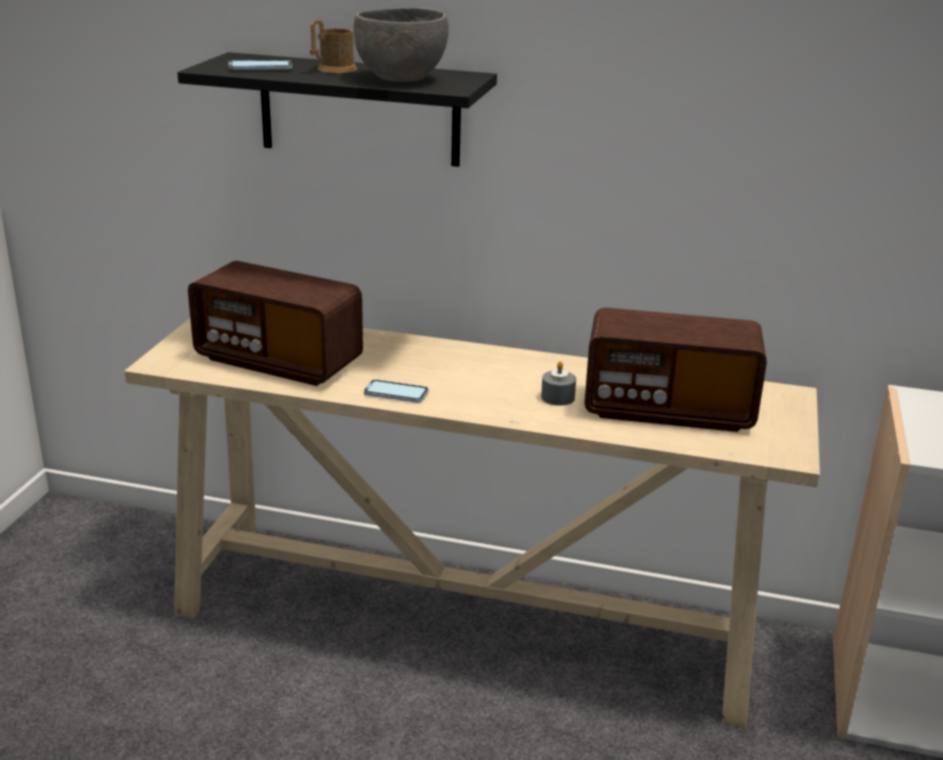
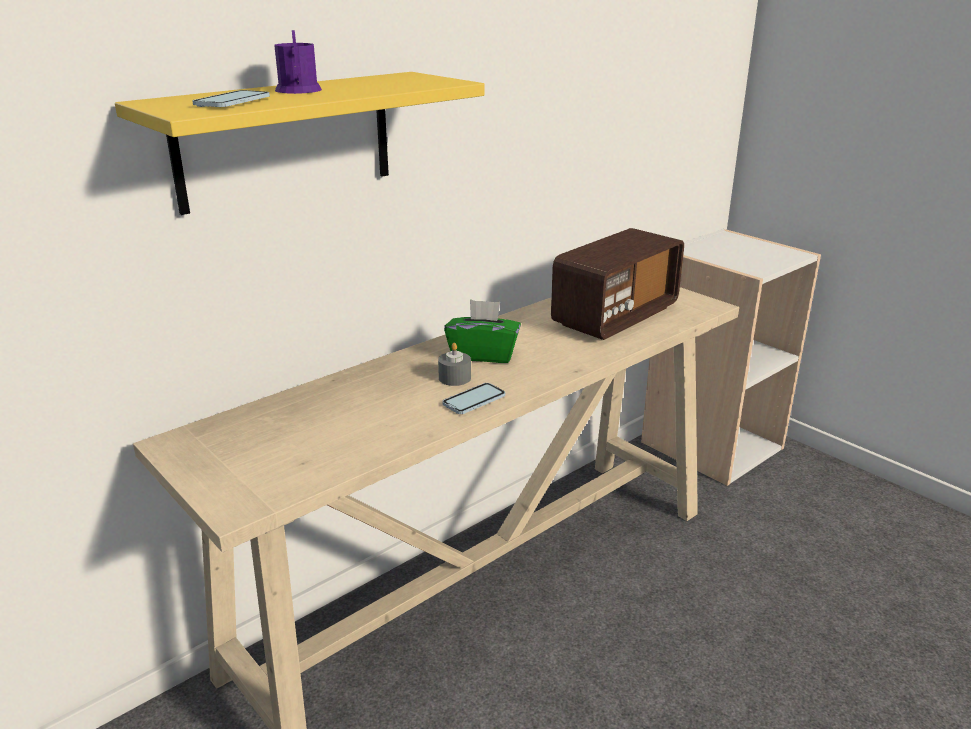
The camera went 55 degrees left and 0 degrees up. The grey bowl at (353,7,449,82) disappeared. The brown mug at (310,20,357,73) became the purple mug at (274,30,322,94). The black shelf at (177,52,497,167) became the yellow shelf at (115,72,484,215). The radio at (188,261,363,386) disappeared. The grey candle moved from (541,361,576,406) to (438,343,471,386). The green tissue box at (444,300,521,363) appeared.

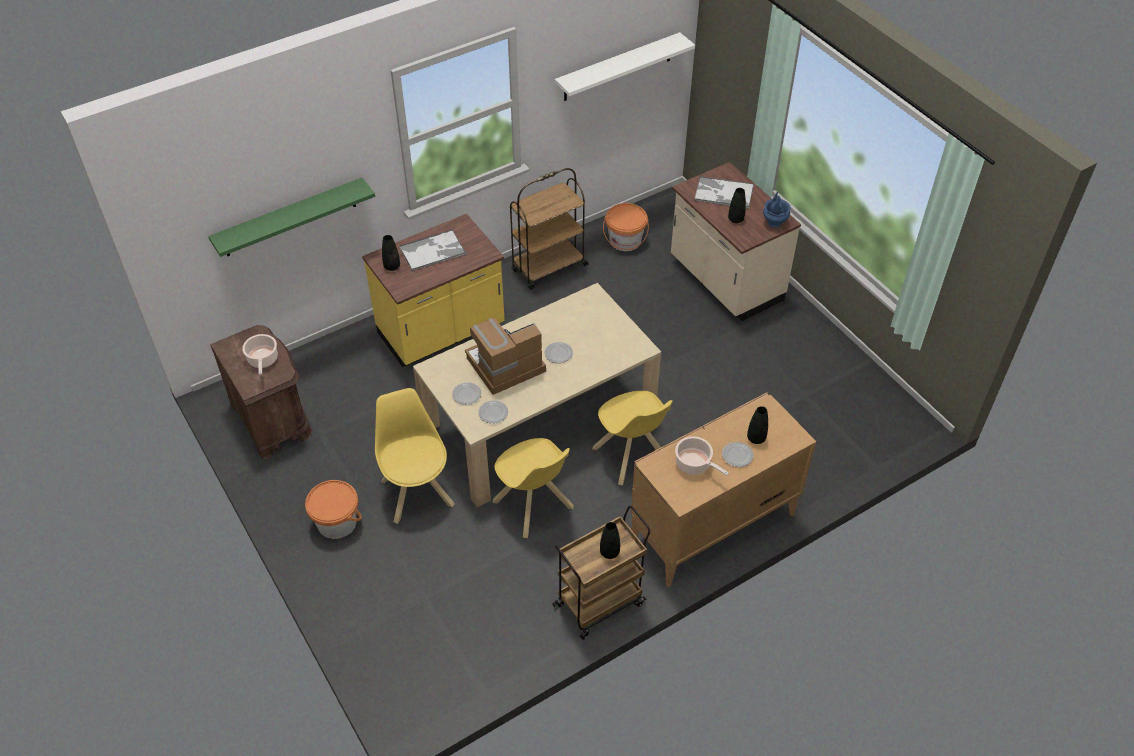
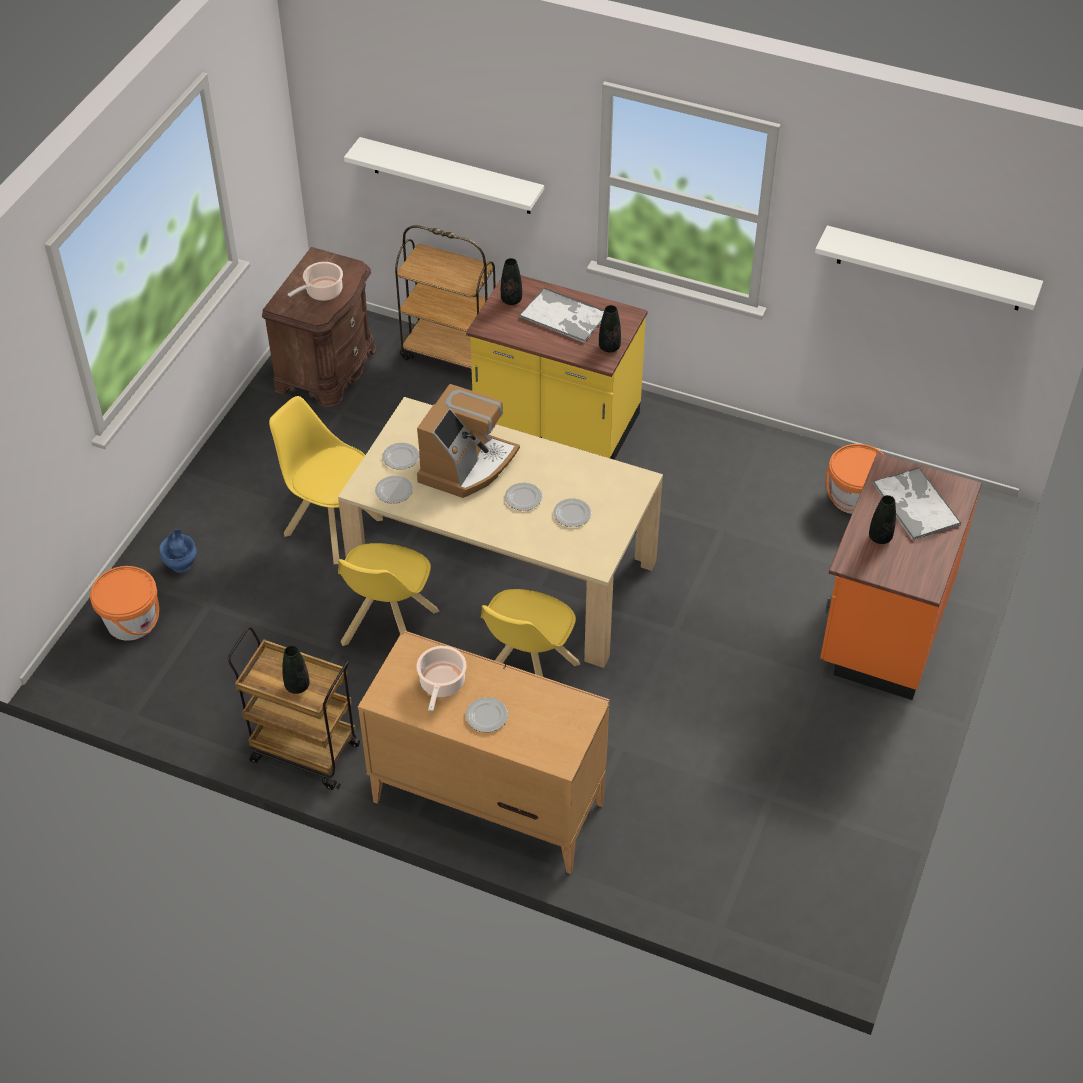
The camera went 55 degrees right and 0 degrees up. The beige counter at (671,162,801,321) became the orange counter at (820,453,982,700). The brown cart moved from (510,168,589,290) to (395,225,496,369). The green shelf at (208,178,375,257) became the white shelf at (344,137,544,214). The blue vase moved from (763,192,791,228) to (160,529,197,573). The coffee machine at (465,318,546,395) turned 90 degrees clockwise. The yellow chair at (375,388,455,524) turned 90 degrees counterclockwise. The black vase moved from (747,406,768,444) to (599,305,621,352). The orange bucket moved from (305,480,362,539) to (90,566,159,641). The plate at (554,498,591,527) appeared.

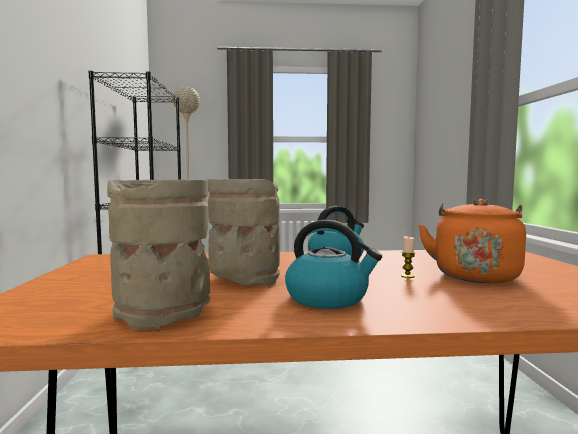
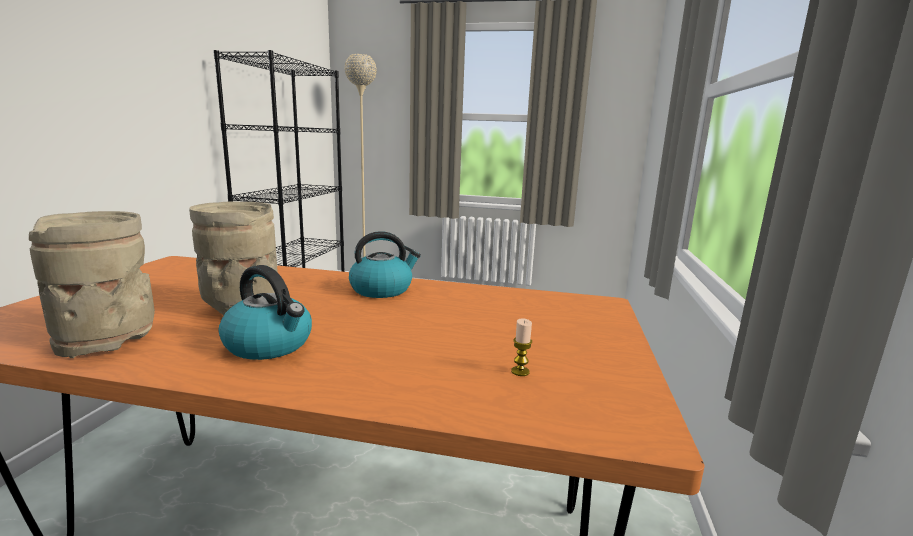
The camera went 15 degrees right and 10 degrees up. The orange kettle at (418,199,526,283) disappeared. The candle moved from (401,236,416,278) to (511,318,532,376).

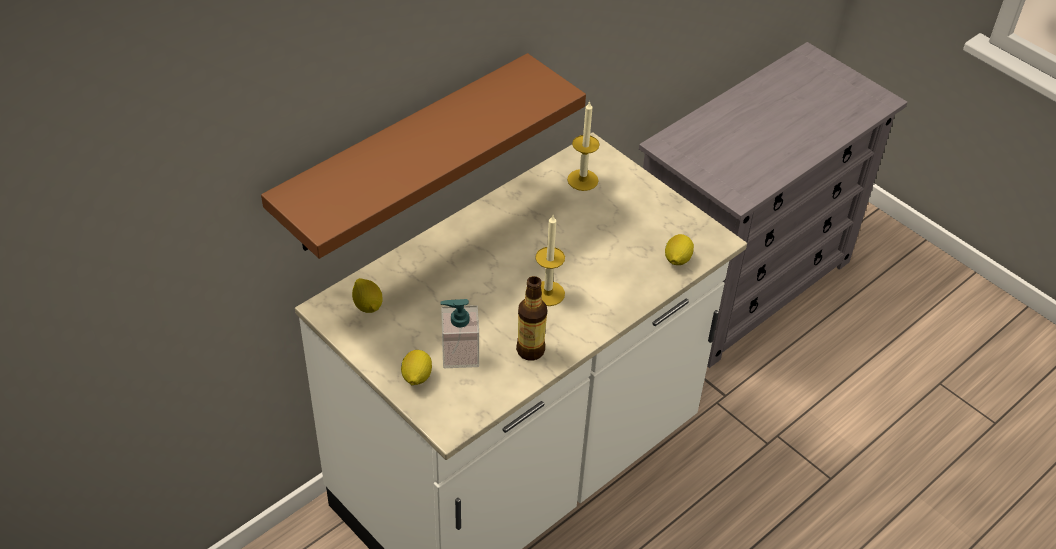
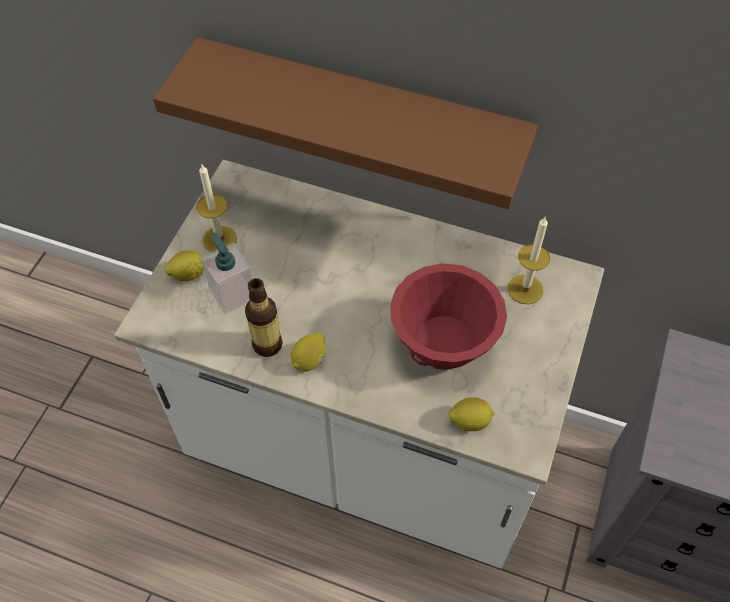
The camera went 65 degrees right and 10 degrees up. The candle moved from (535,215,565,306) to (196,163,237,252). The lemon moved from (352,278,383,313) to (290,333,326,372). The red bowl at (390,263,507,370) appeared.

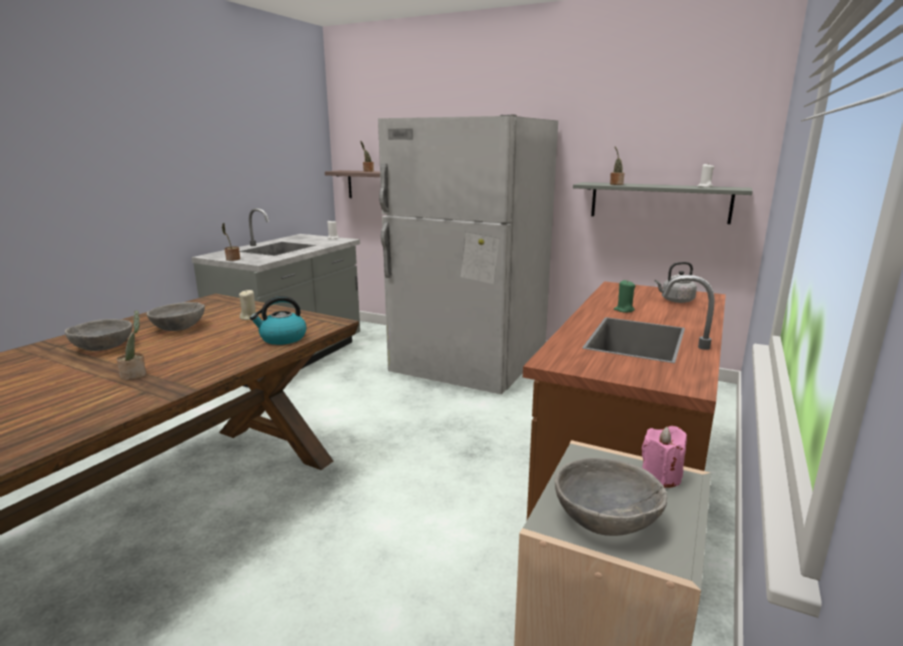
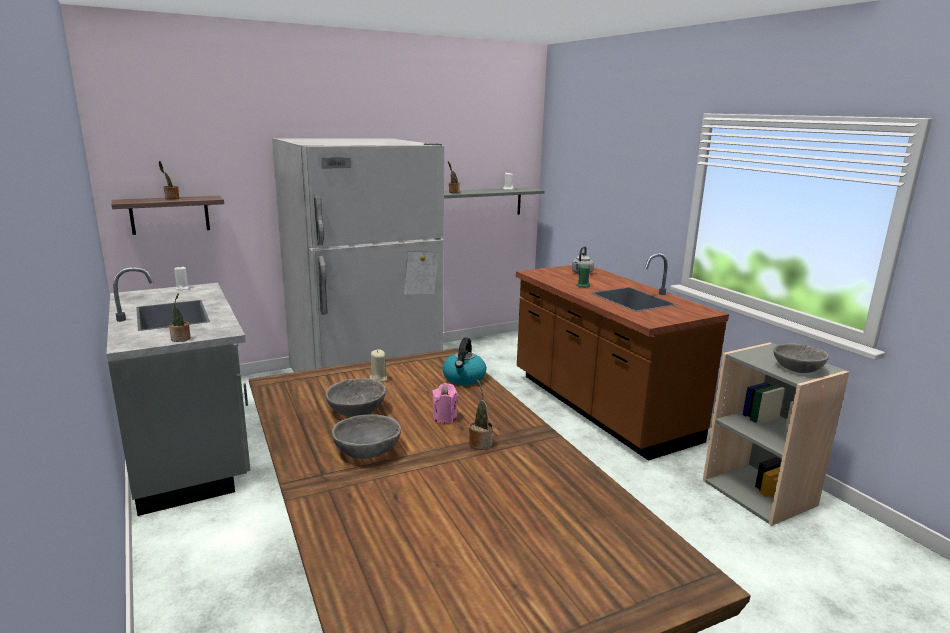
The camera went 55 degrees left and 0 degrees up. The pink candle moved from (642,426,687,488) to (432,383,458,423).

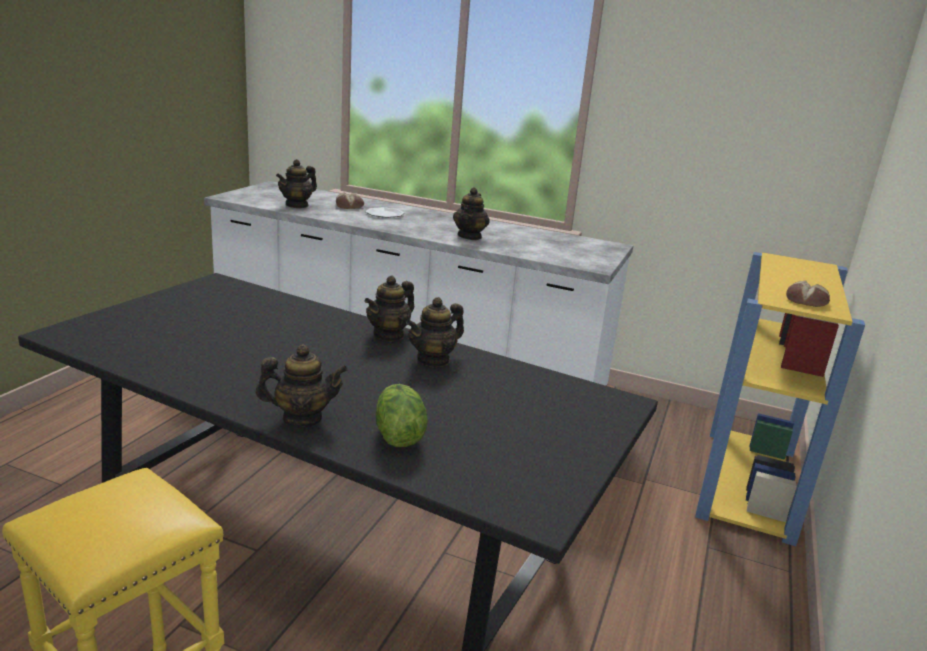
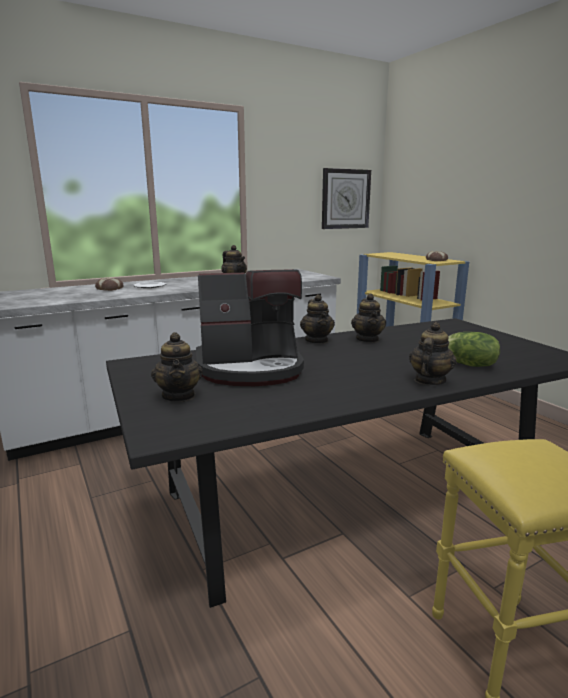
The camera went 50 degrees left and 5 degrees down. The teapot moved from (276,159,317,208) to (151,332,203,402). The wall clock at (322,168,371,229) appeared. The coffee machine at (196,269,304,386) appeared.

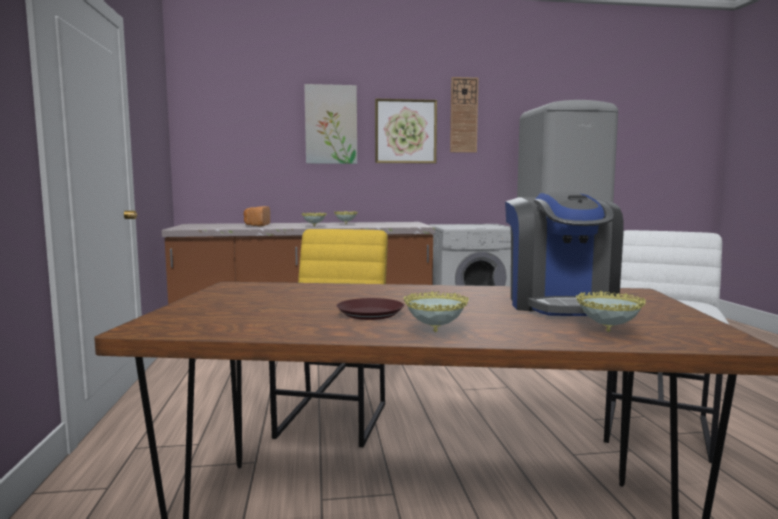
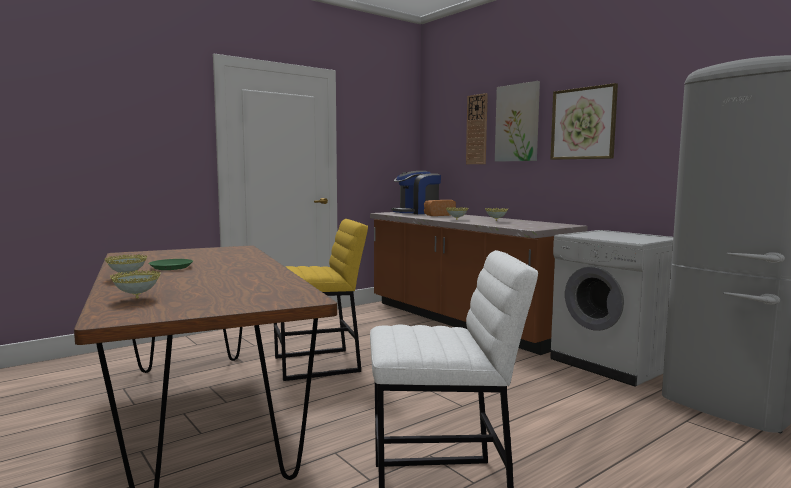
The camera went 60 degrees right and 0 degrees up. The wall clock moved from (450,77,478,153) to (466,93,488,164). The coffee machine moved from (505,190,624,316) to (391,171,441,214). The brown plate at (336,298,404,320) became the green plate at (148,259,193,270).

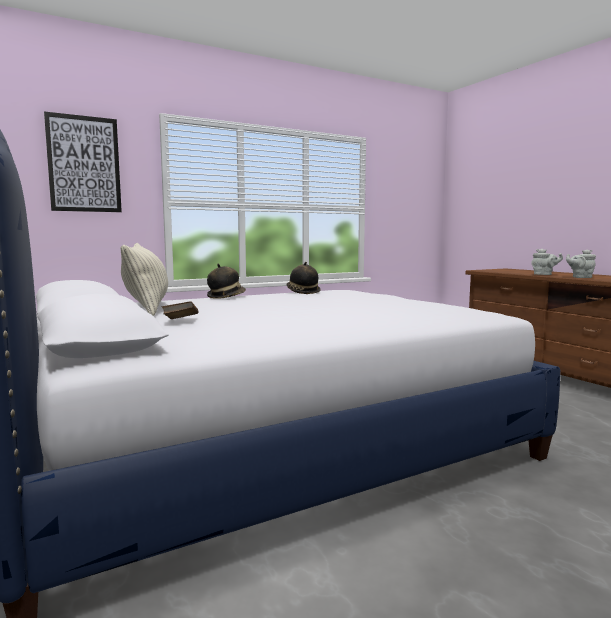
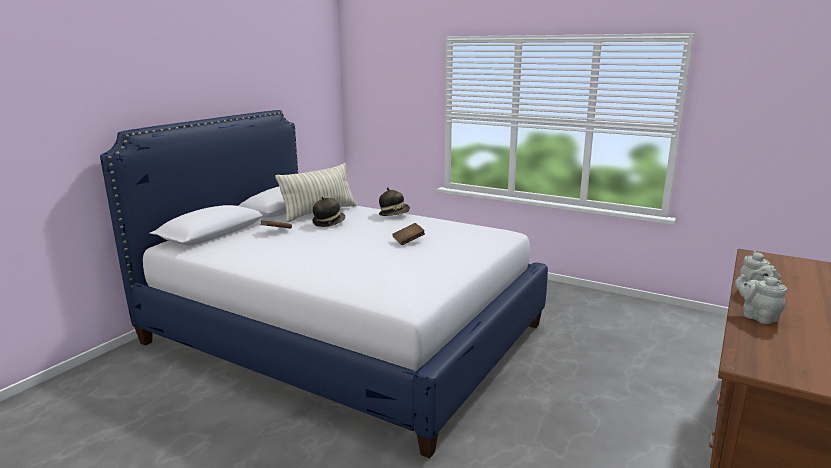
The camera went 60 degrees right and 10 degrees up. The picture at (44,111,122,212) disappeared. The hat moved from (286,262,321,294) to (313,197,345,227). The brown book at (392,223,425,245) appeared.

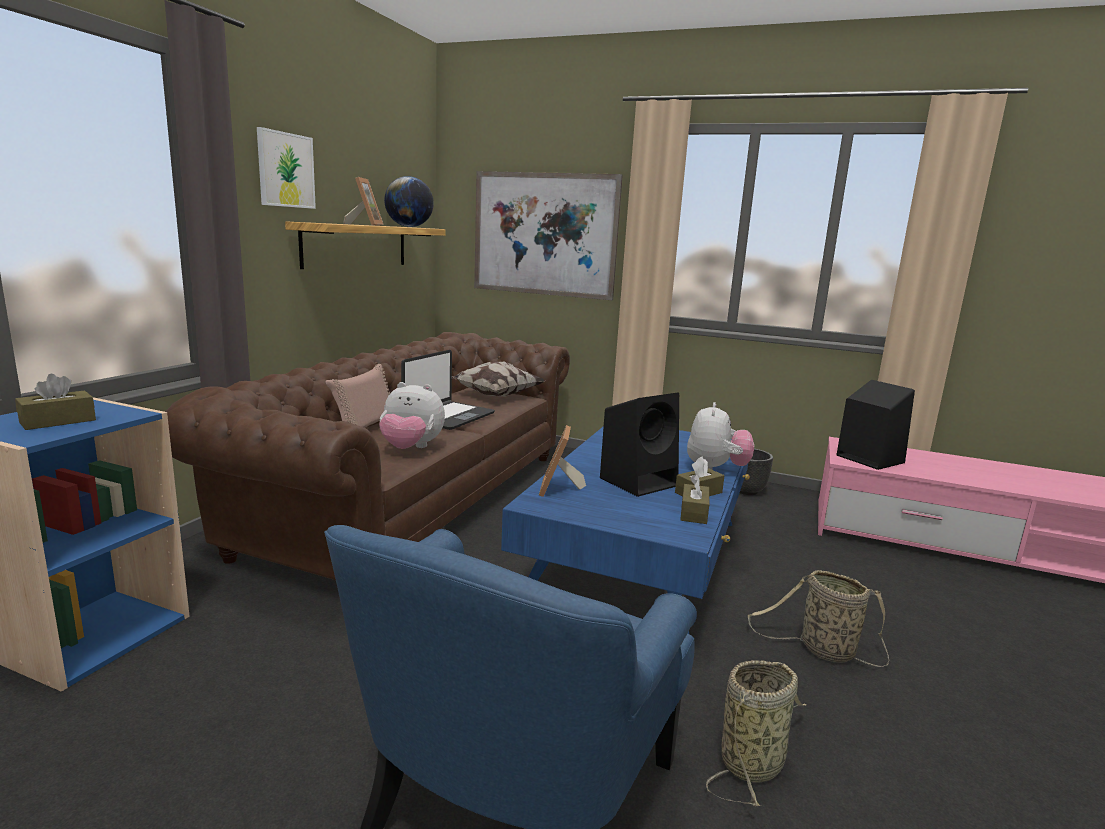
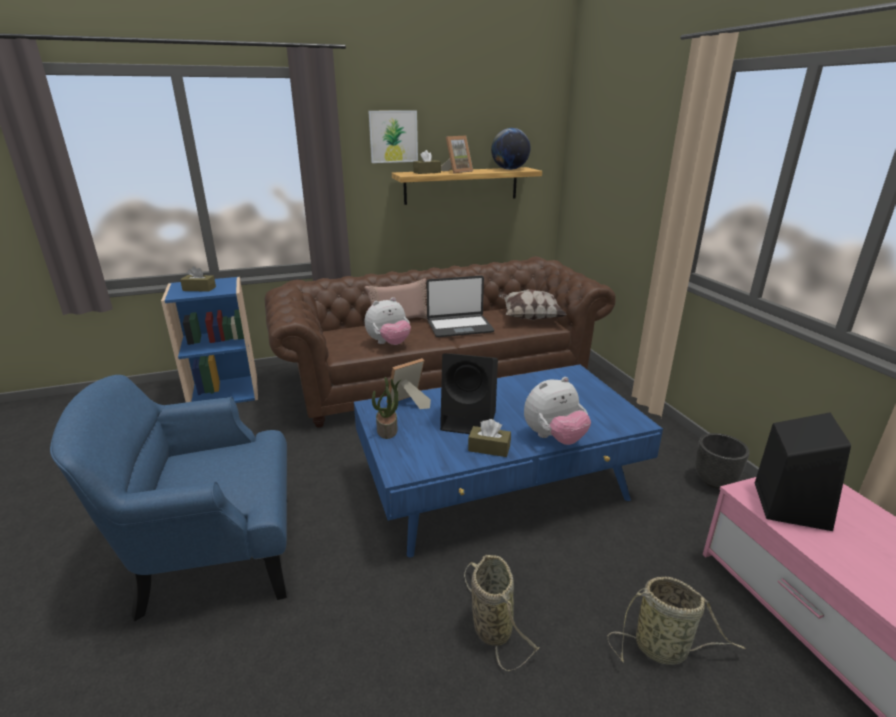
The camera went 50 degrees right and 10 degrees up. The picture at (474,171,623,300) disappeared. The plush toy at (379,382,445,449) turned 90 degrees counterclockwise. The brown tissue box moved from (680,474,709,524) to (413,150,441,174). The basket moved from (706,660,806,806) to (607,577,746,665). The potted plant at (372,377,402,439) appeared.

